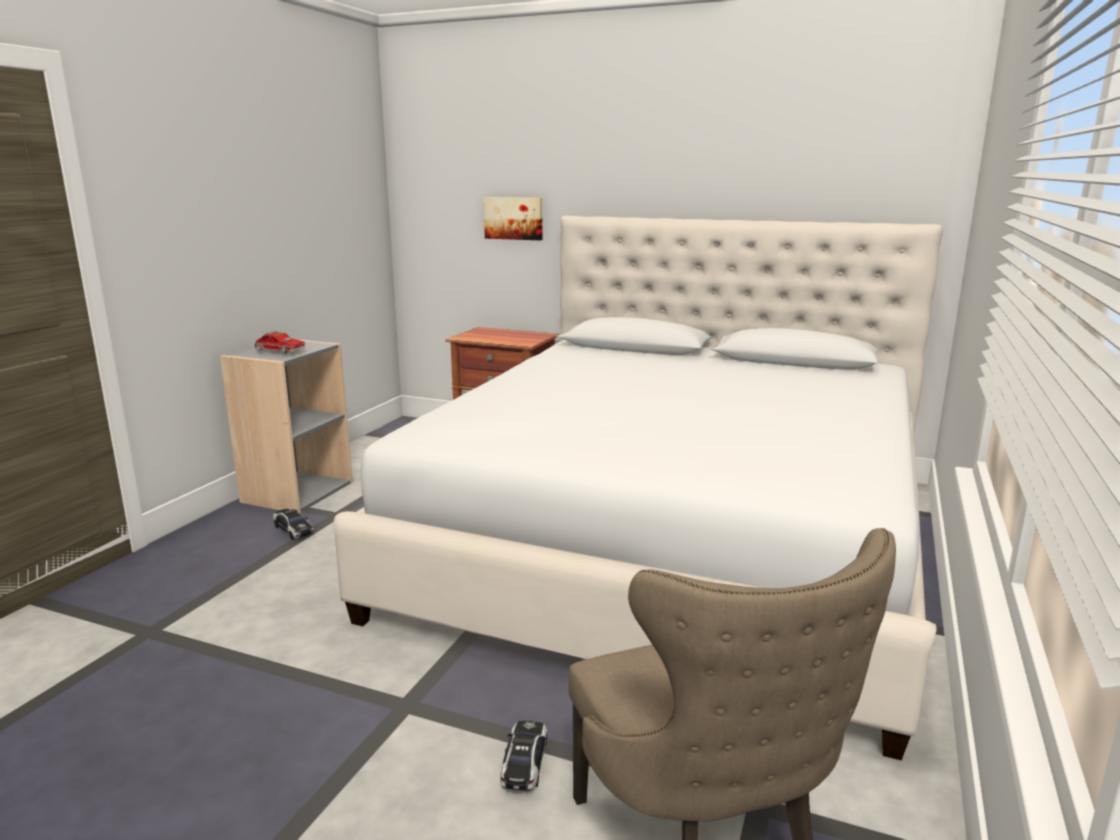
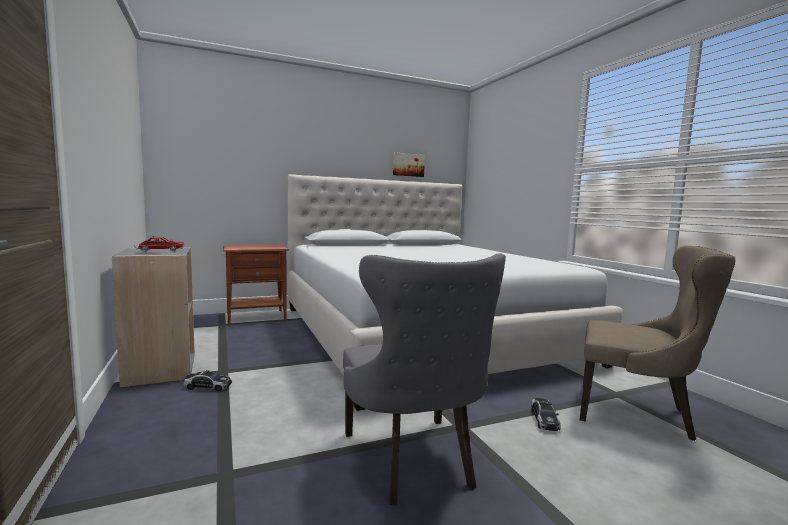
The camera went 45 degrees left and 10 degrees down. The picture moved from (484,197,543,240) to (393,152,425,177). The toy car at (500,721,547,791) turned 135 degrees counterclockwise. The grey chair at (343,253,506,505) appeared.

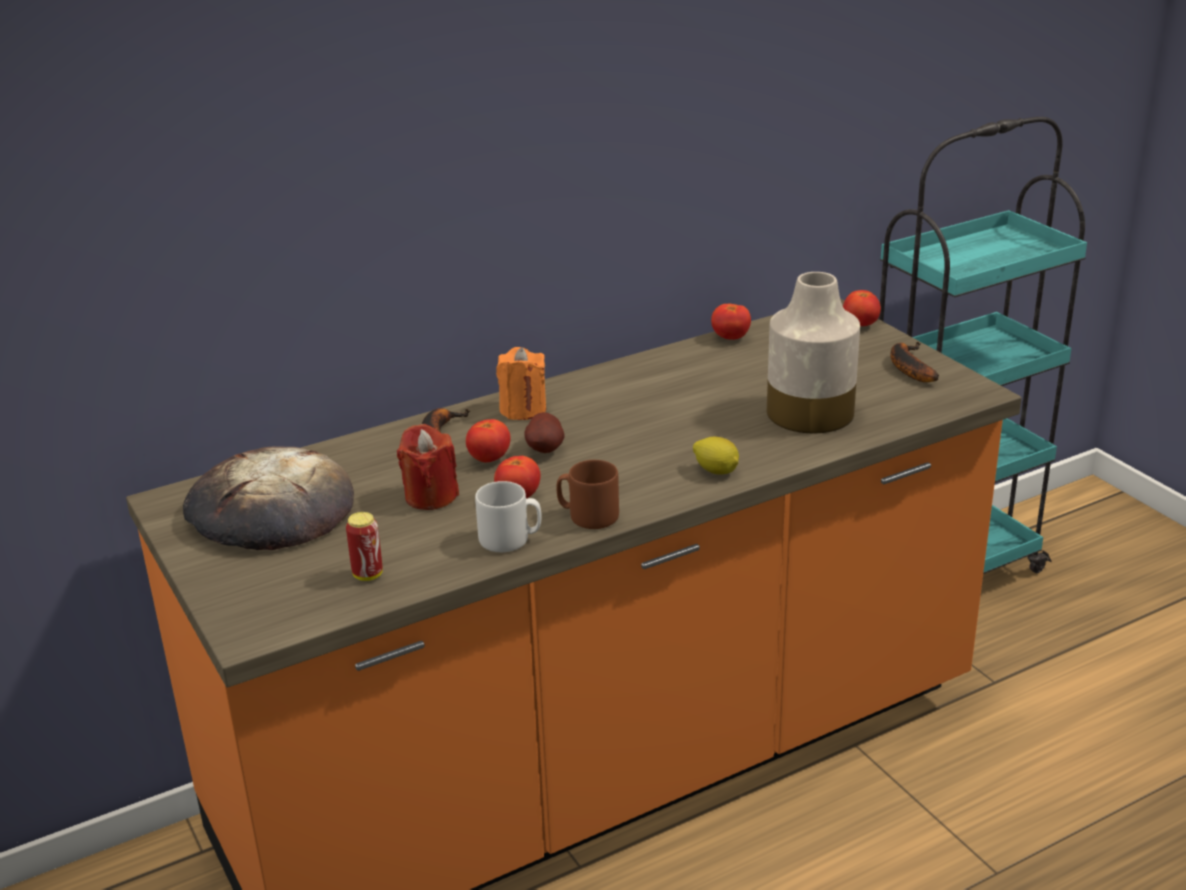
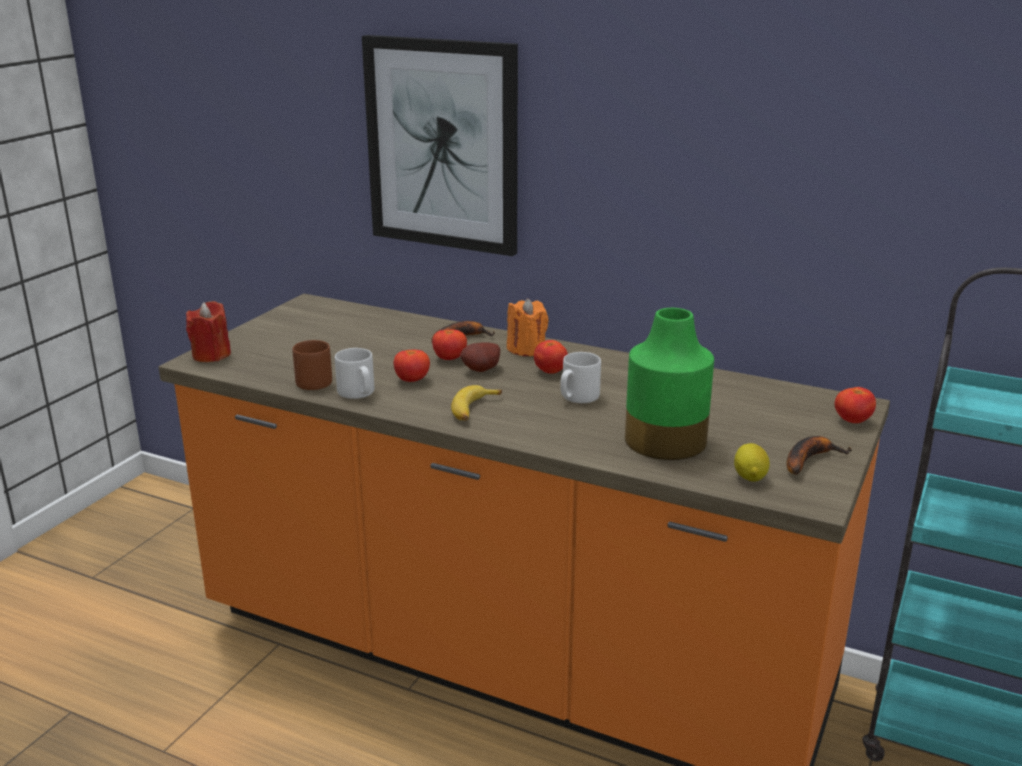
The camera went 55 degrees right and 5 degrees down. The beige vase at (767,272,860,433) became the green vase at (625,308,714,460). The tomato moved from (711,304,751,340) to (534,340,568,374). The red candle moved from (397,424,459,510) to (186,301,231,362). The lemon moved from (693,437,739,474) to (734,443,770,482). The bread at (183,446,354,550) disappeared. The brown mug moved from (556,460,619,529) to (293,340,332,390). The can at (346,512,383,581) disappeared. The picture at (362,35,518,256) appeared. The grey mug at (560,352,601,403) appeared. The banana at (451,385,502,421) appeared.

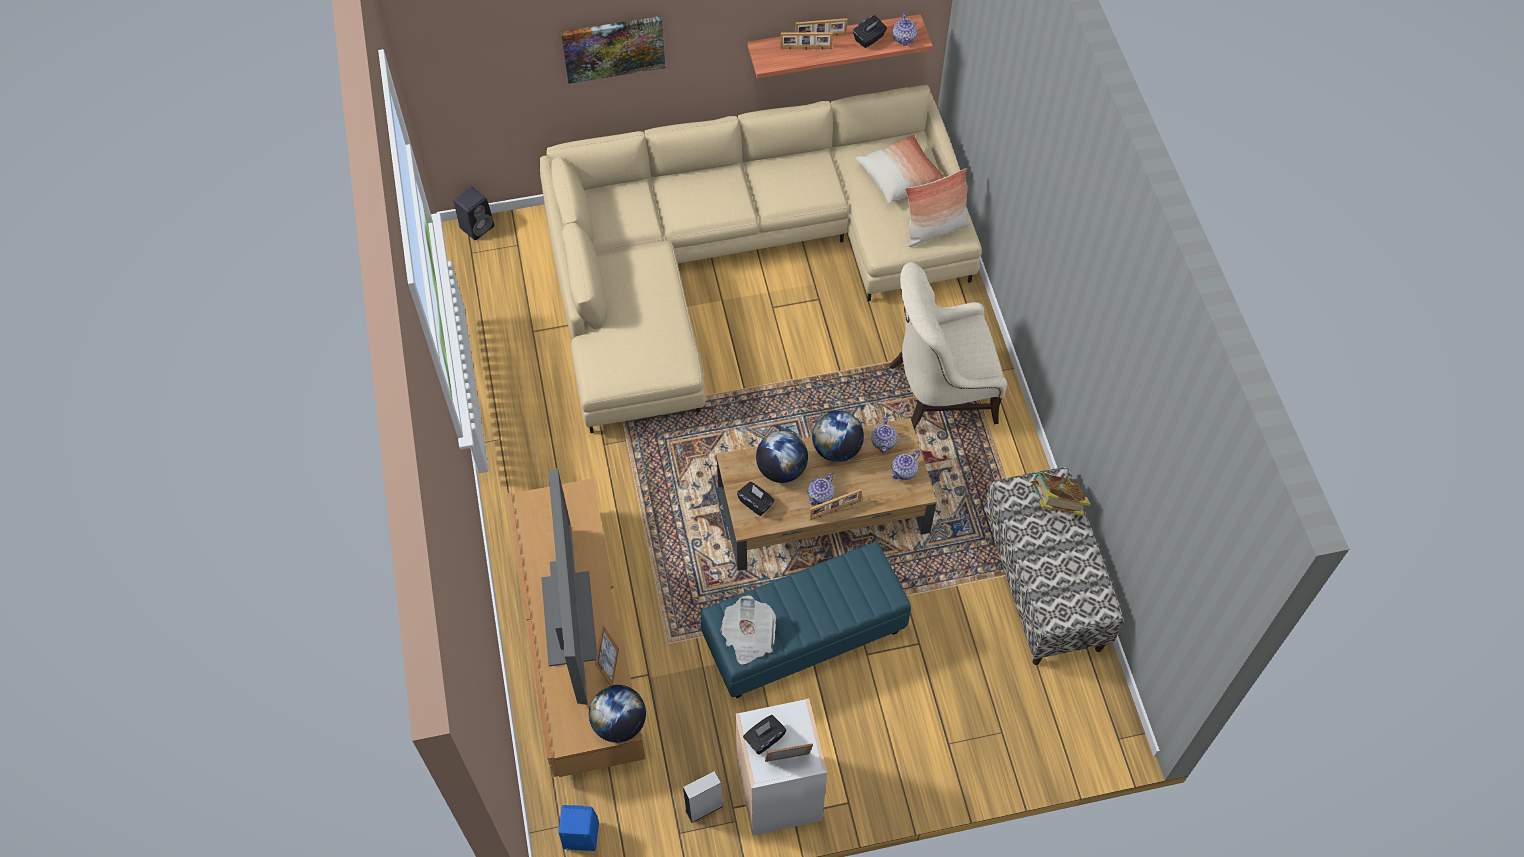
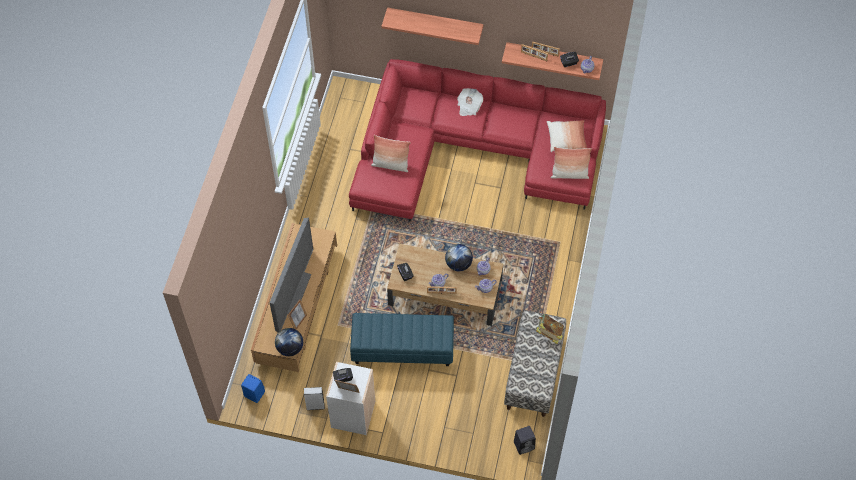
The camera went 25 degrees right and 0 degrees up. The picture at (561,16,665,84) was replaced by the shelf at (381,7,484,45). The beige sofa at (540,85,982,433) became the red sofa at (349,59,606,221). The black speaker moved from (454,187,494,240) to (514,426,536,455). The beige armchair at (889,262,1007,429) disappeared. The globe at (756,431,808,483) disappeared. The newspaper moved from (720,596,776,665) to (457,88,483,116). The pillow at (371,135,411,172) appeared.

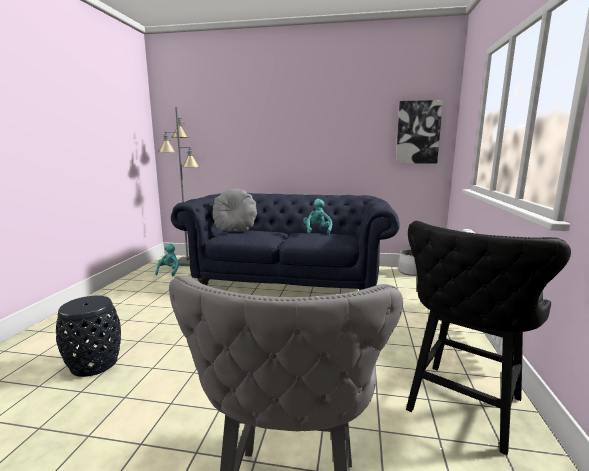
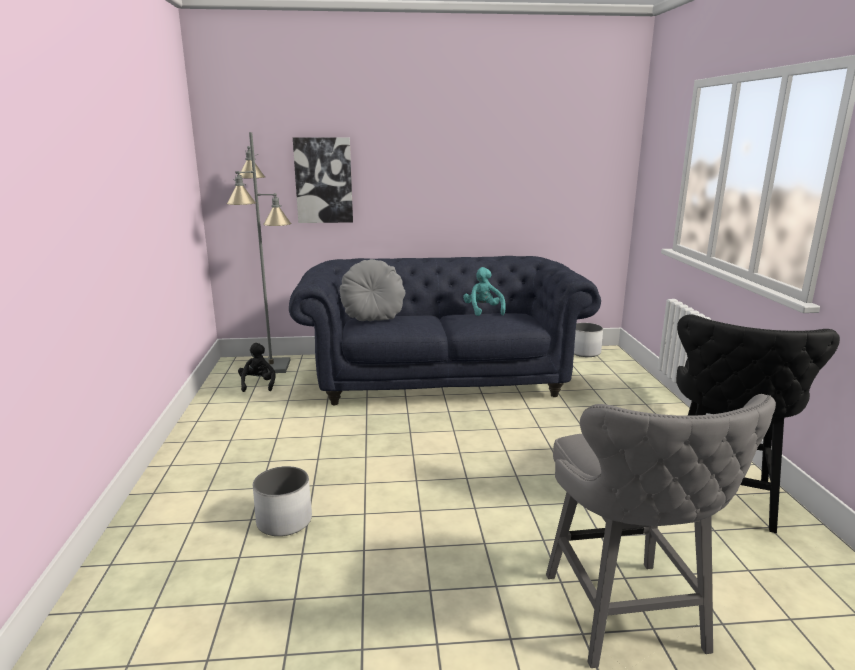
The camera went 15 degrees left and 5 degrees up. The picture moved from (396,100,443,164) to (293,137,353,223). The turquoise plush toy at (155,244,179,276) became the black plush toy at (238,343,275,392). The black stool at (56,296,121,377) was replaced by the white planter at (253,466,312,536).

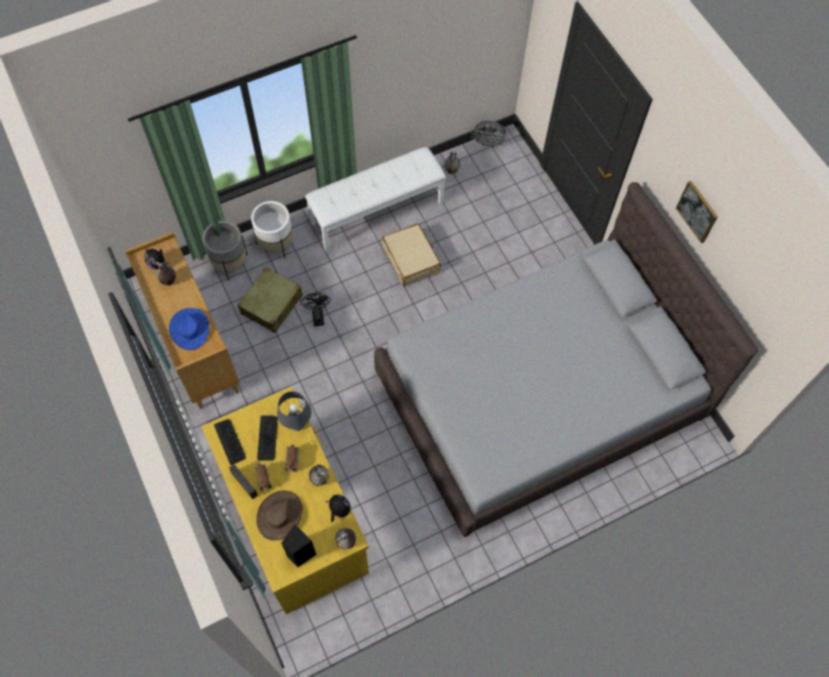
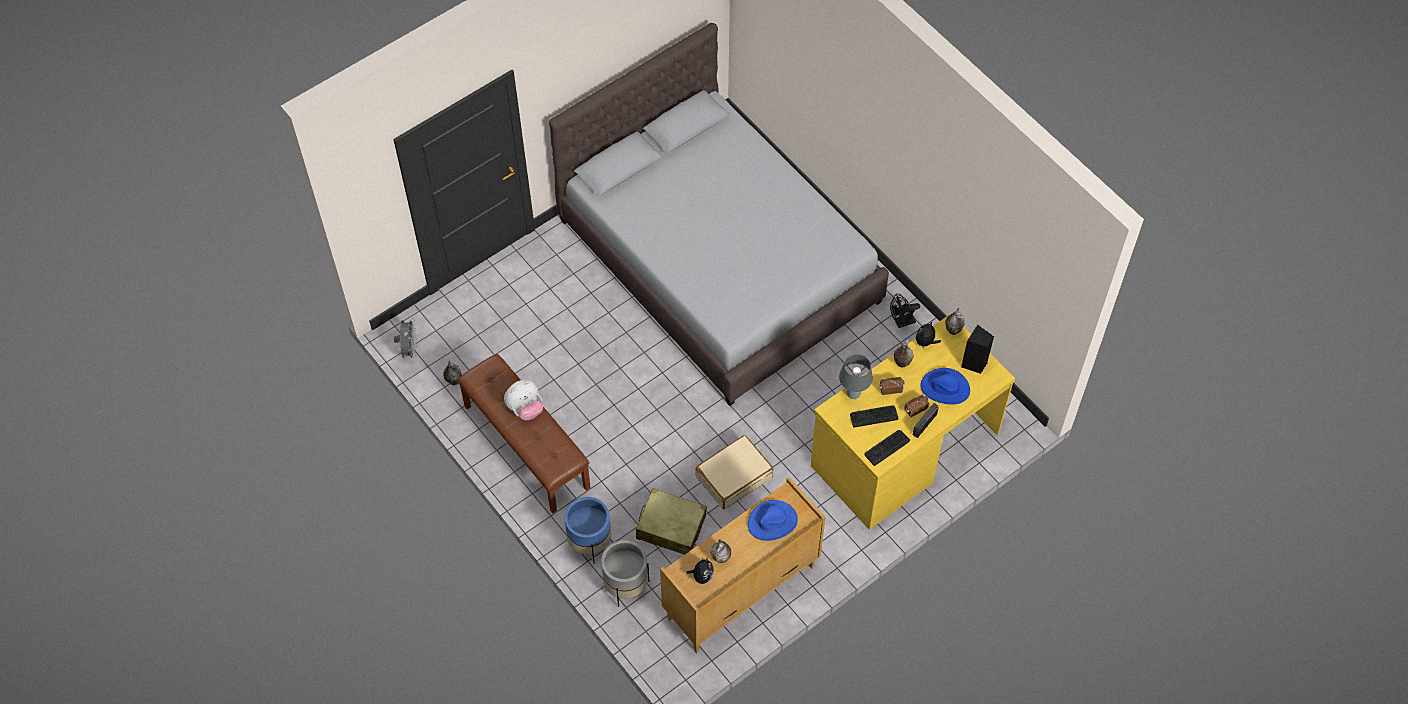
The camera went 100 degrees left and 5 degrees down. The white bench at (305,147,446,252) became the brown bench at (457,354,590,513). The picture at (676,181,718,243) disappeared. The white planter at (251,201,293,258) became the blue planter at (564,497,611,564). The beige suitcase moved from (382,224,441,287) to (696,435,773,510). The black fan moved from (300,293,331,326) to (890,294,920,328). The brown hat at (257,491,303,541) became the blue hat at (920,368,970,405). The plush toy at (504,380,543,420) appeared.

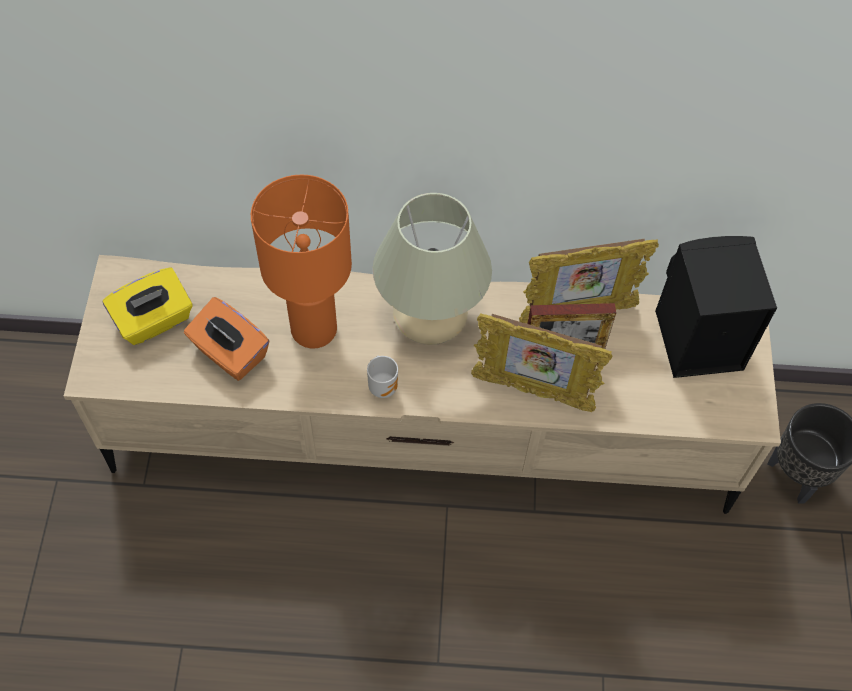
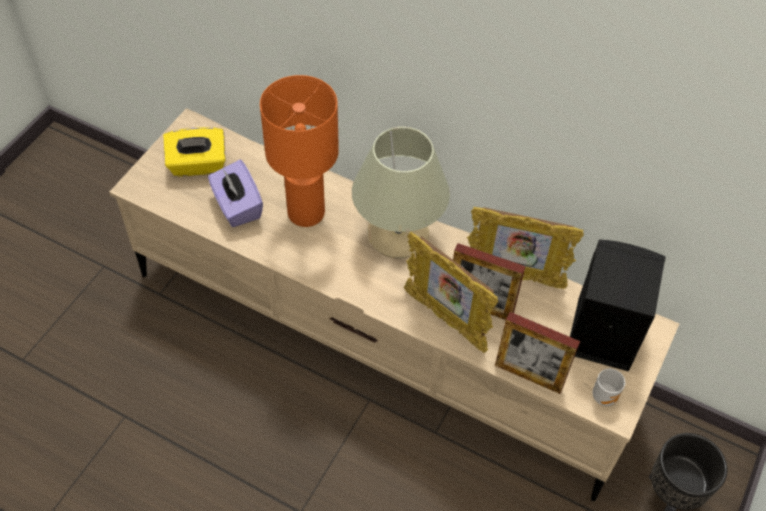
The camera went 25 degrees right and 5 degrees down. The orange tissue box at (184,297,270,381) became the purple tissue box at (208,160,263,227). The mug moved from (367,356,398,398) to (592,368,625,406). The picture frame at (495,312,580,394) appeared.

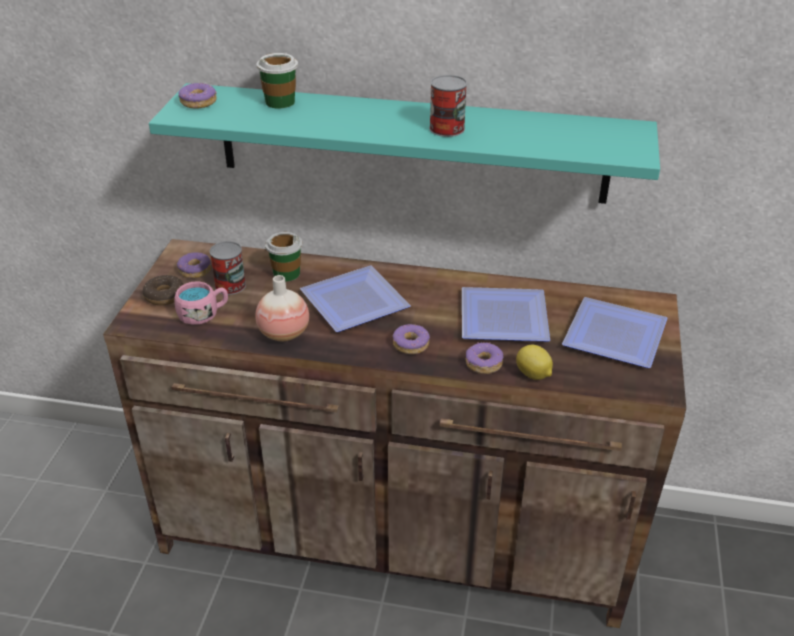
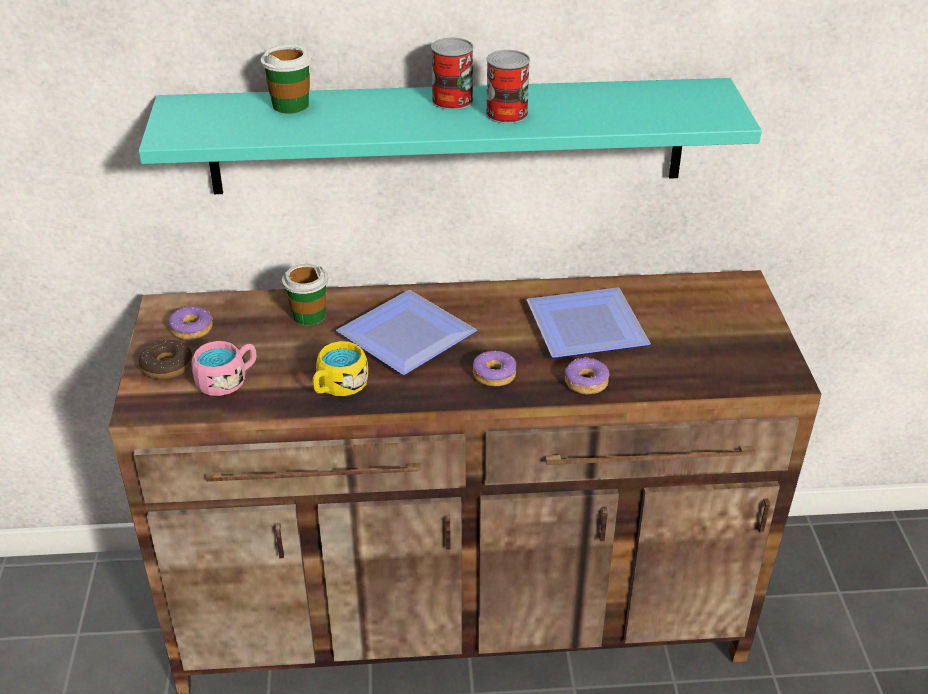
The camera went 15 degrees left and 0 degrees up. The donut at (178,83,217,109) disappeared. The can moved from (210,241,246,295) to (431,38,473,110). The vase at (255,275,309,342) was replaced by the yellow mug at (313,341,368,396). The plate at (562,297,668,368) disappeared. The lemon at (516,345,553,380) disappeared.

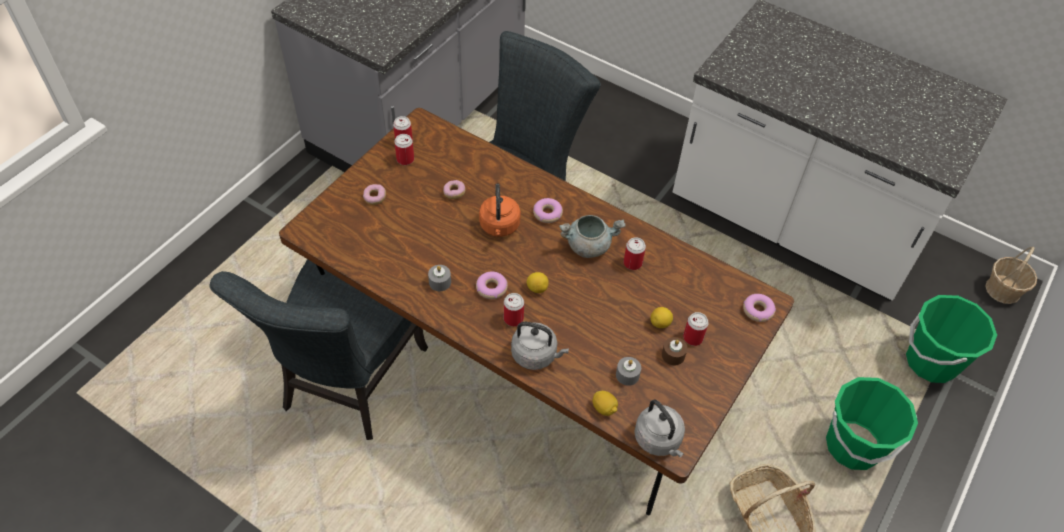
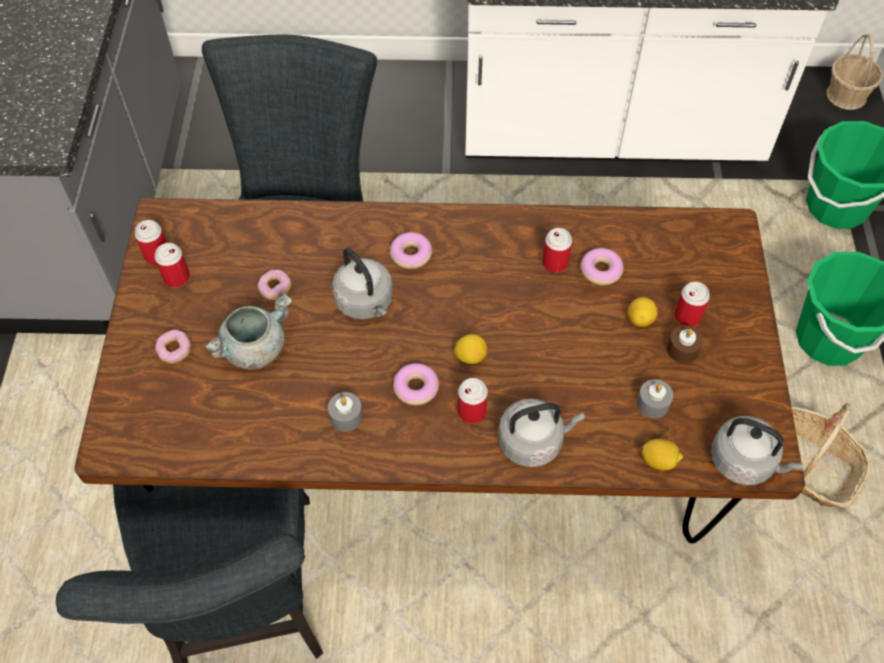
The camera went 30 degrees left and 5 degrees up. The orange kettle at (479,184,521,237) became the grey kettle at (332,248,393,320). The grey cooking pot moved from (559,215,626,258) to (205,293,292,370). The donut moved from (743,294,776,322) to (581,248,624,285).

